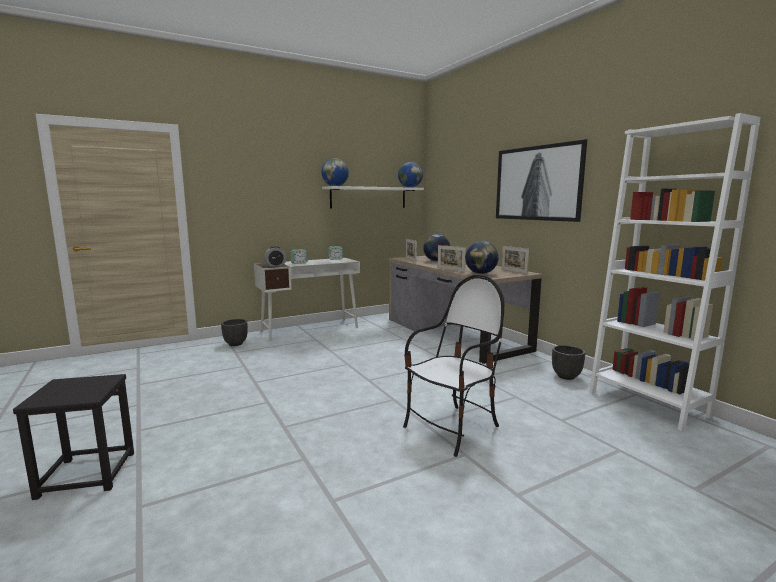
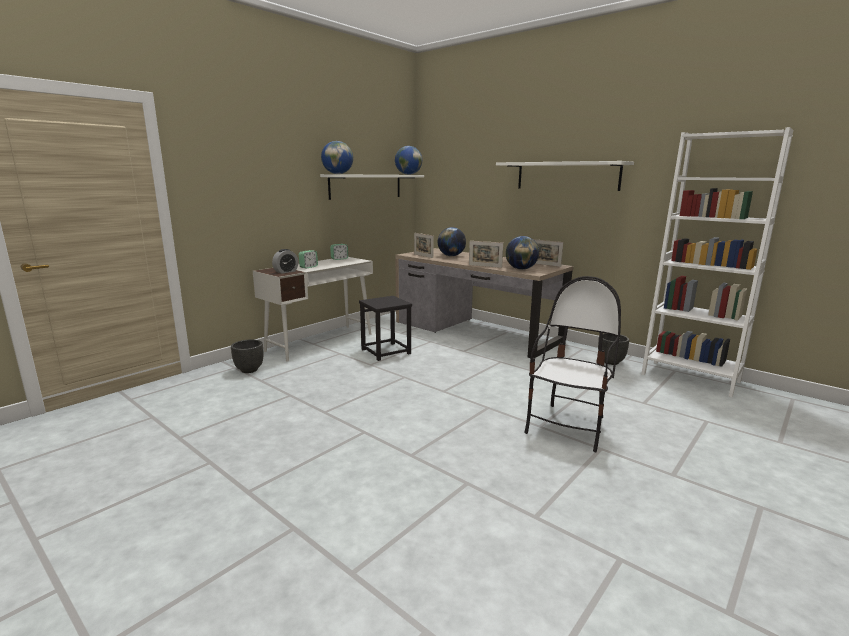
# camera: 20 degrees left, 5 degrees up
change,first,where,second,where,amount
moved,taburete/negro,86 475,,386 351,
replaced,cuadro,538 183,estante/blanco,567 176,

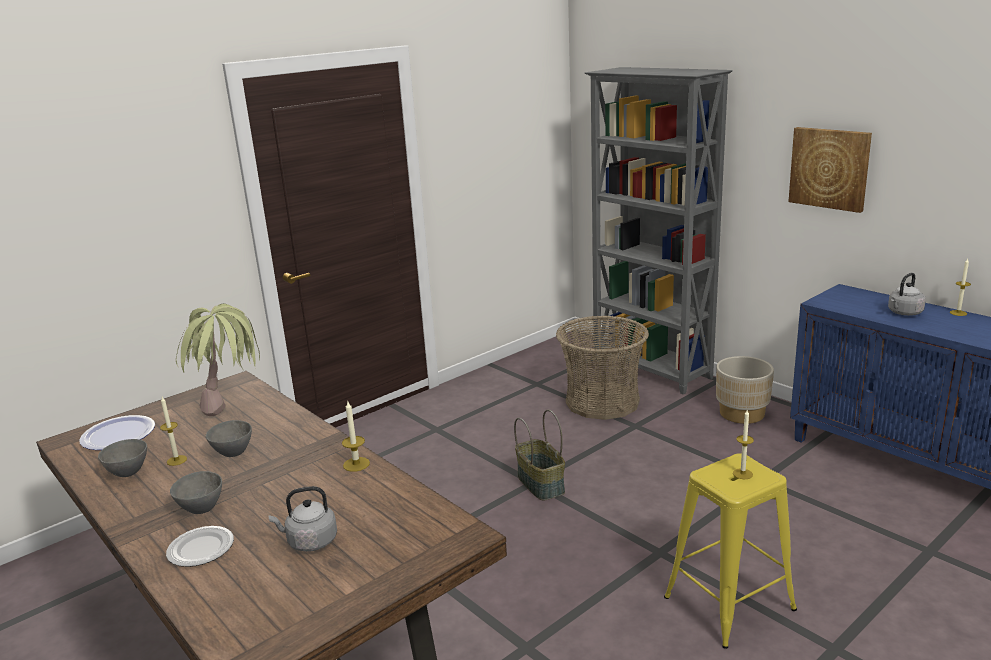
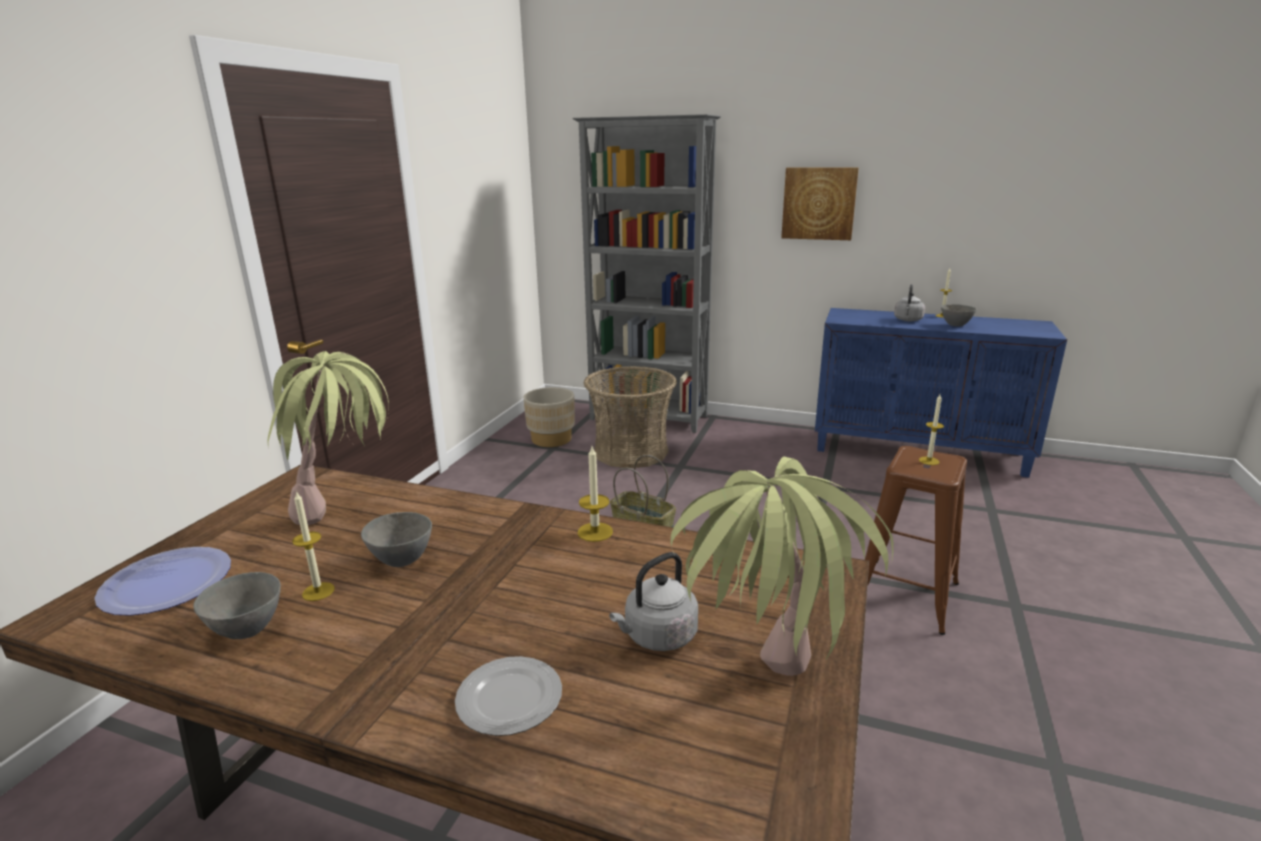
# camera: 30 degrees left, 0 degrees up
change,first,where,second,where,amount
added,,,planta en maceta,762 701,
moved,cuenco/gris,200 509,,955 325,
moved,maceta/beis,741 413,,551 439,
recoloured,taburete/amarillo,729 603,taburete/marrón,906 594,

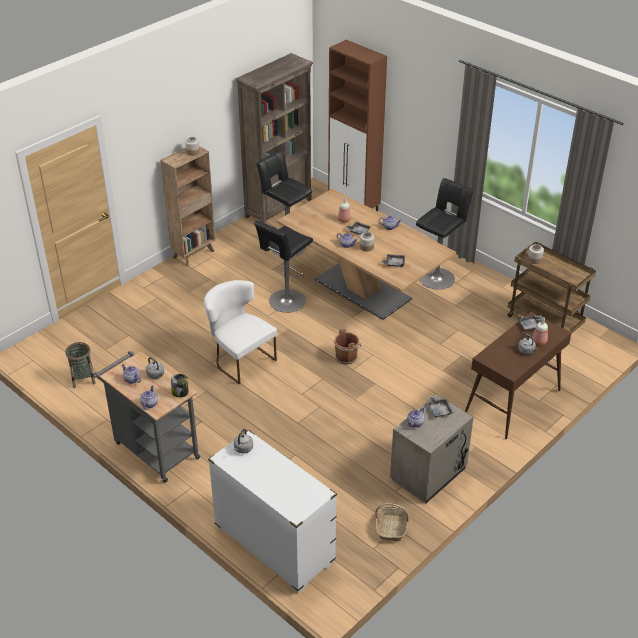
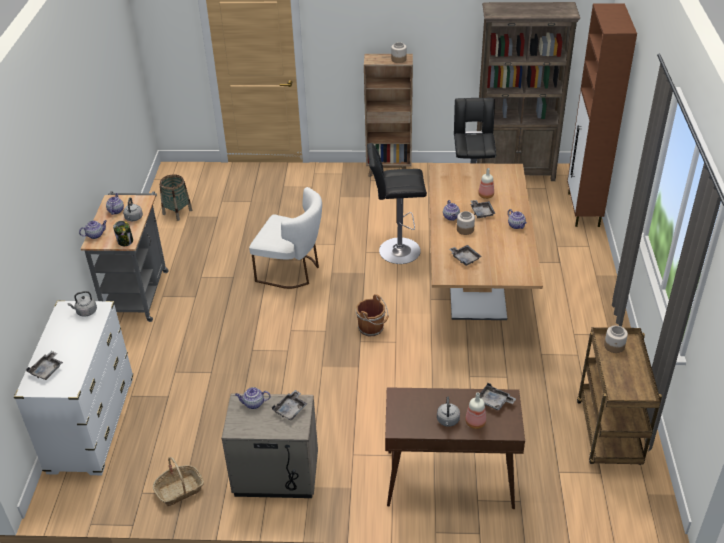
# camera: 50 degrees right, 0 degrees up
change,first,where,second,where,amount
removed,taburete/negro,438 277,,,
added,,,bandeja/gris,47 370,
turned,silla/blanco,240 359,,292 271,105 degrees clockwise

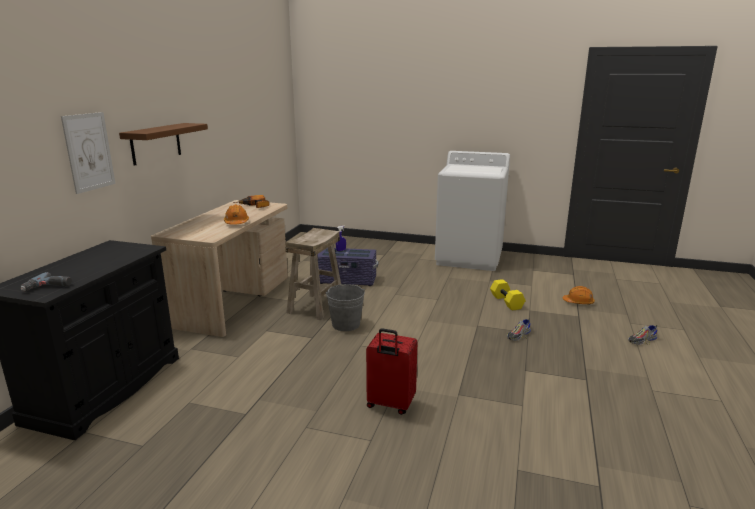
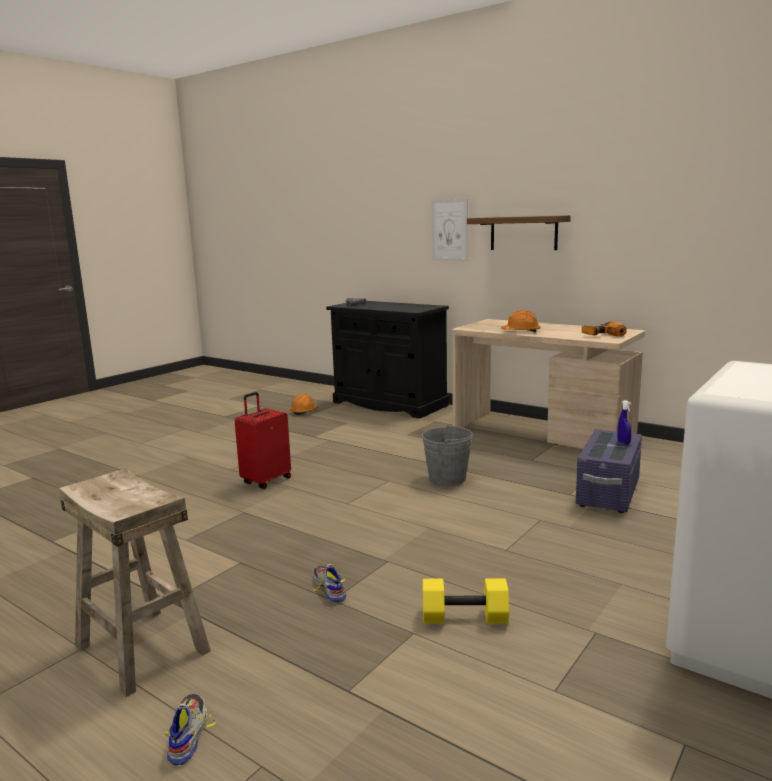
# camera: 110 degrees right, 5 degrees down
change,first,where,second,where,amount
moved,taburete/beis,316 306,,140 648,
moved,casco/naranja,578 302,,304 411,

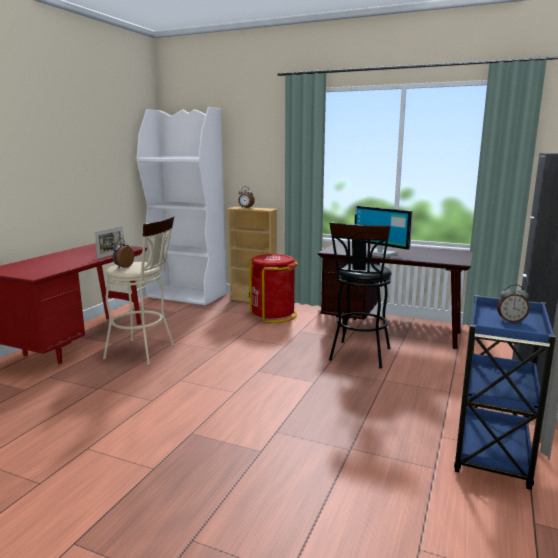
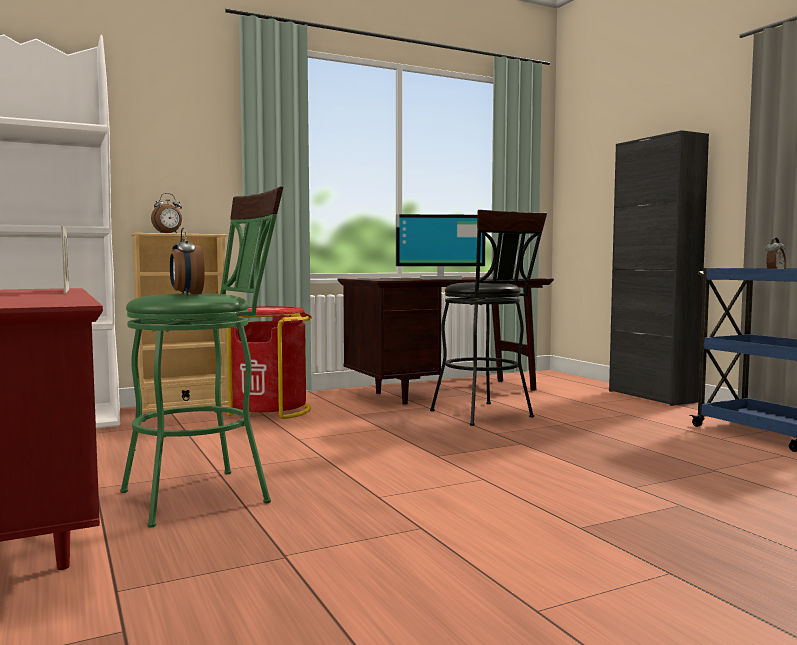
# camera: 50 degrees left, 10 degrees down
change,first,where,second,where,amount
recoloured,taburete/beis,145 352,taburete/verde,207 494,

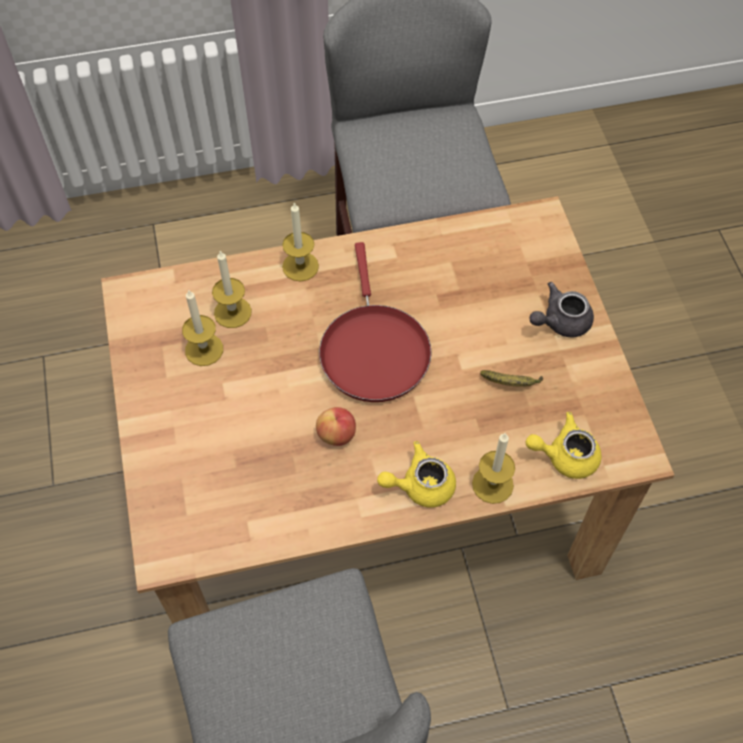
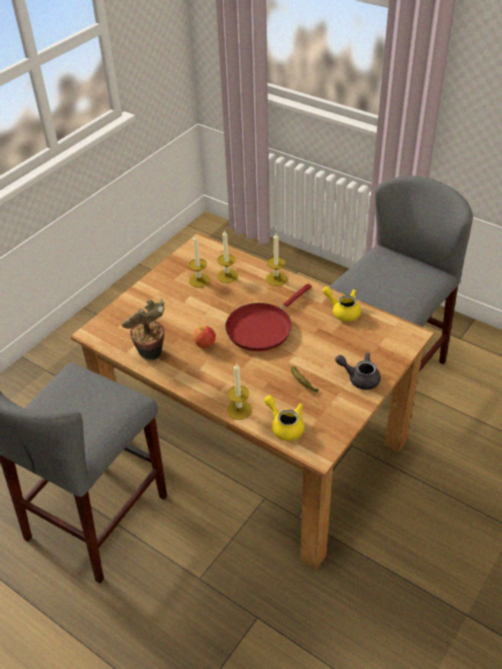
# camera: 50 degrees right, 15 degrees down
change,first,where,second,where,amount
added,,,planta en maceta,151 355,
moved,tetera/amarillo,420 485,,342 311,

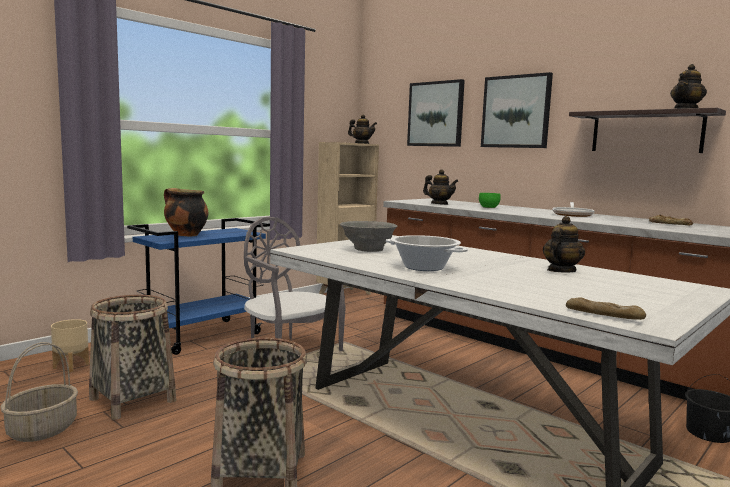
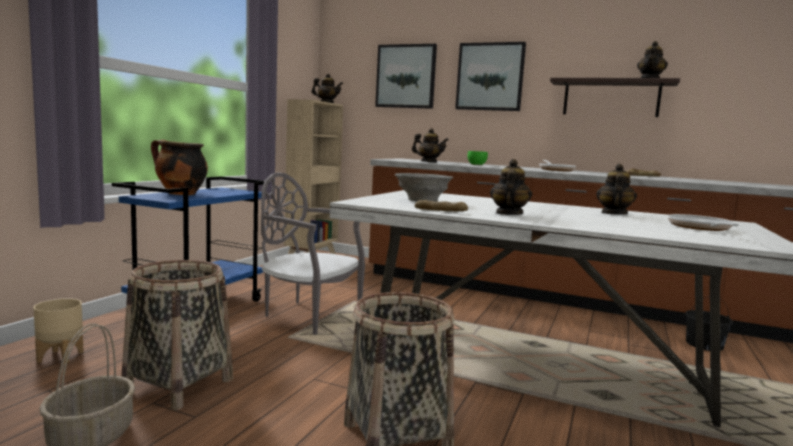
# camera: 20 degrees left, 0 degrees up
change,first,where,second,where,amount
added,,,sartén,700 228,
moved,pan,603 315,,440 211,
replaced,olla,424 267,tetera,508 214,

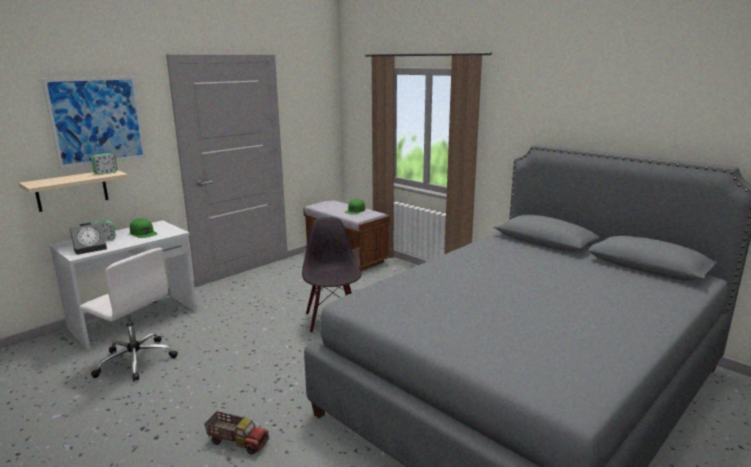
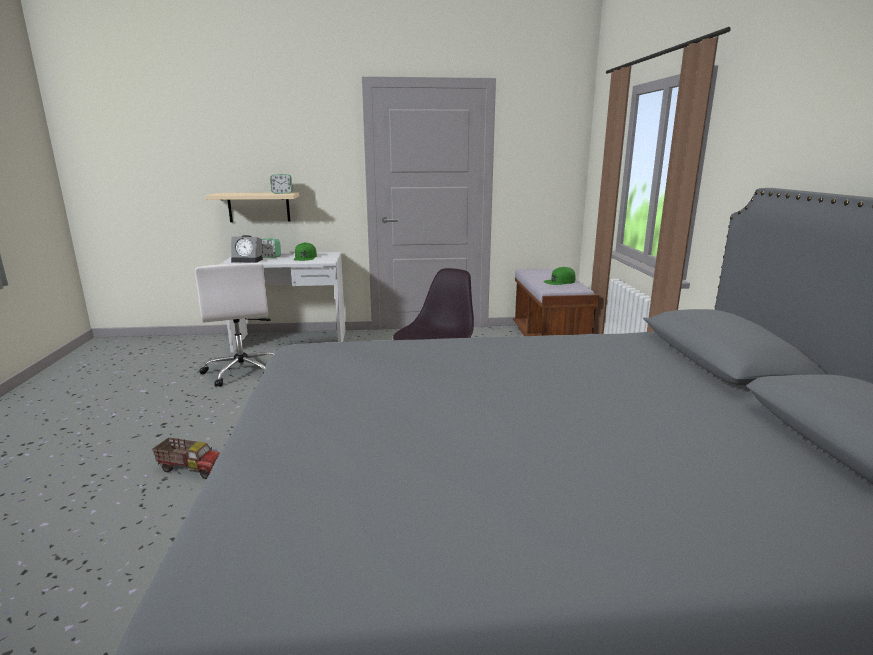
# camera: 40 degrees right, 0 degrees up
change,first,where,second,where,amount
removed,cuadro,97 120,,,
turned,camión de juguete,238 441,,192 468,45 degrees counterclockwise

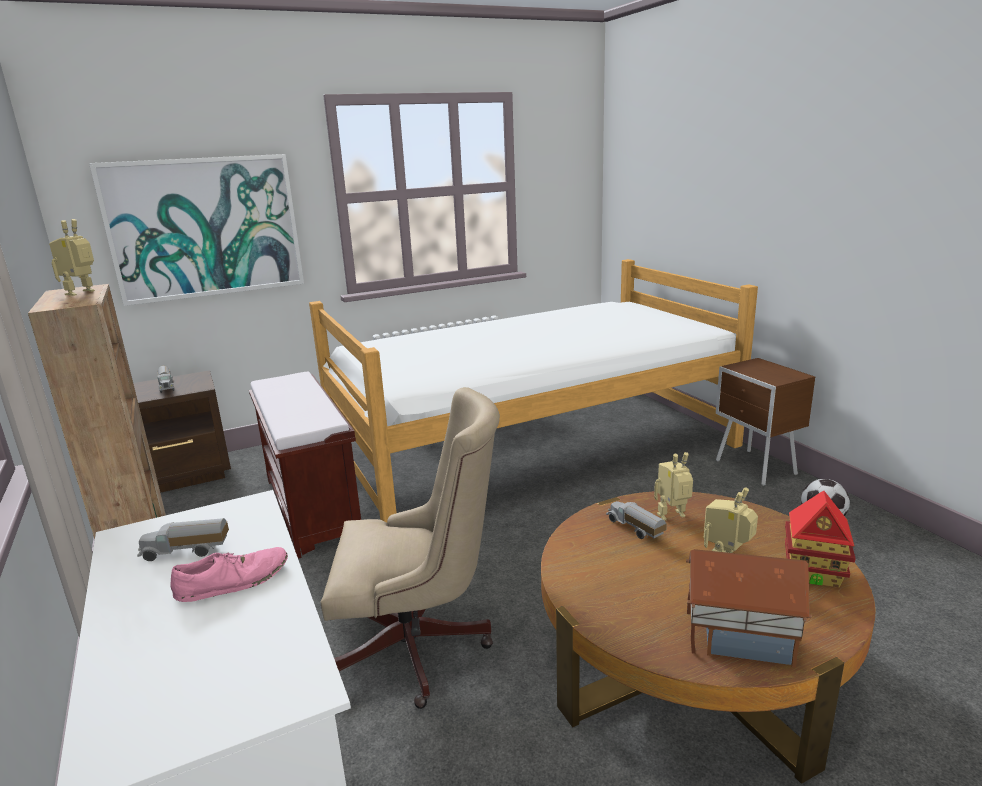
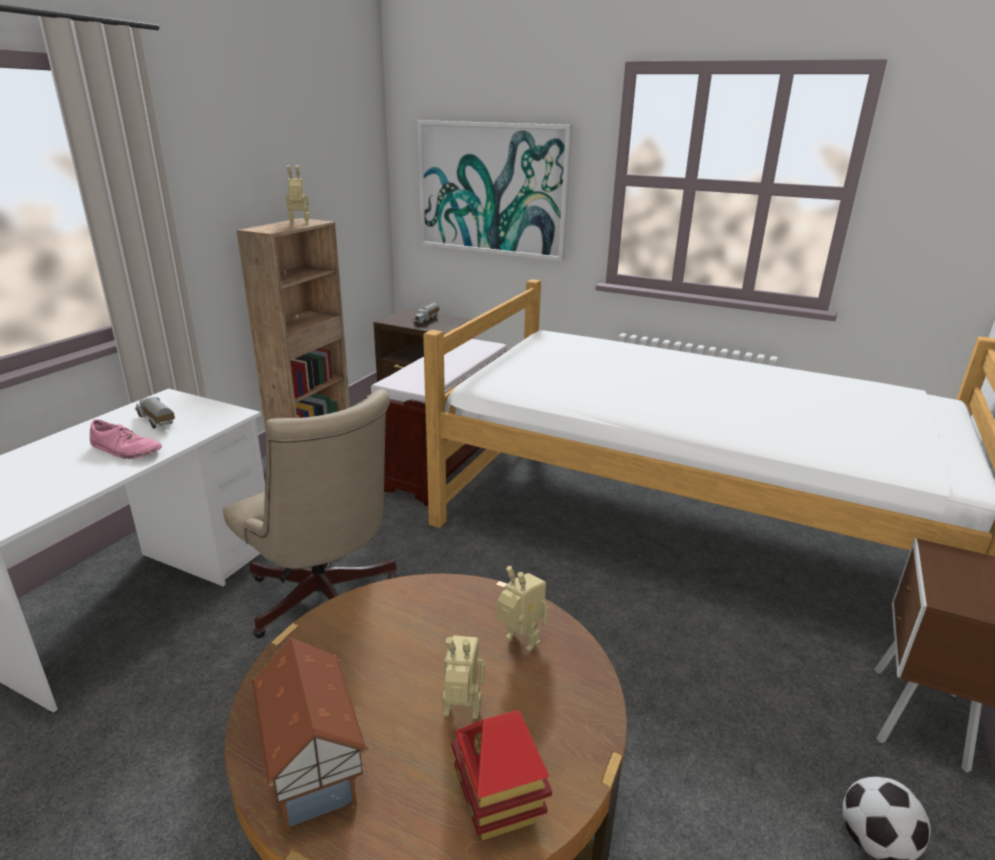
# camera: 50 degrees right, 5 degrees up
change,first,where,second,where,amount
removed,camión de juguete,634 529,,,

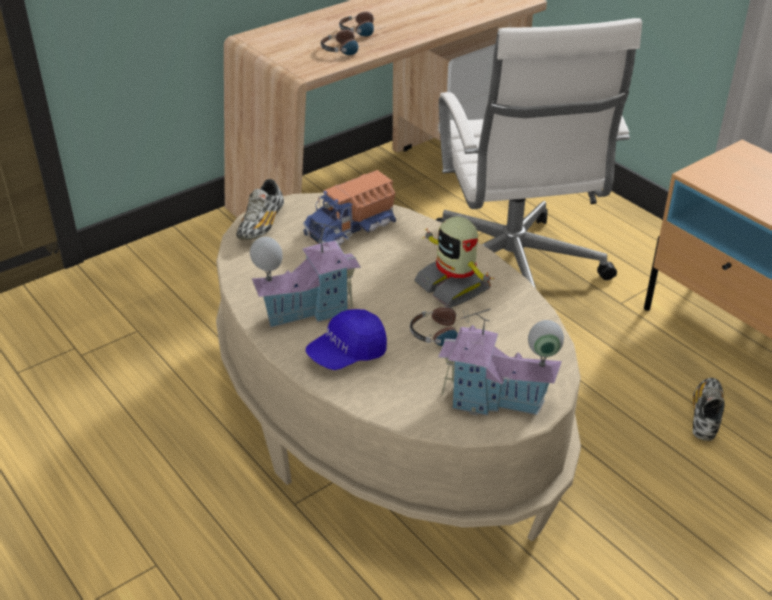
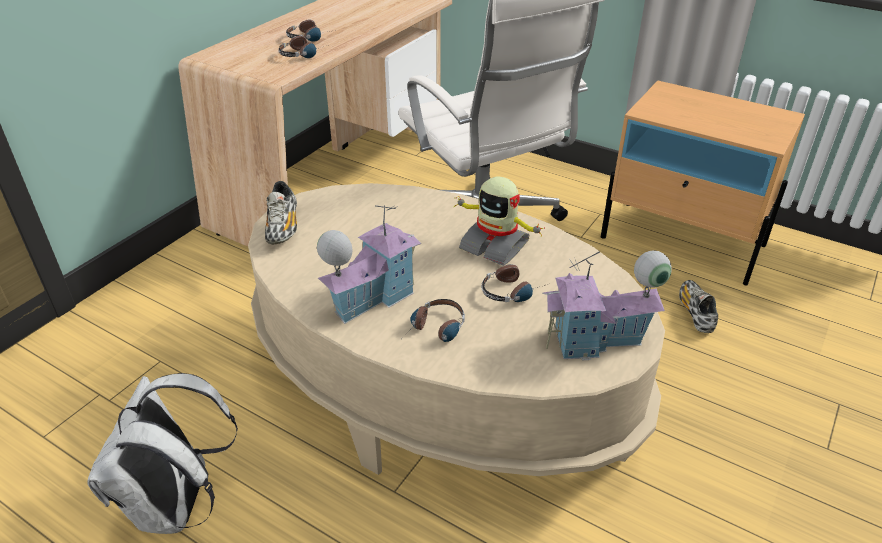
# camera: 20 degrees left, 0 degrees up
change,first,where,second,where,amount
removed,camión de juguete,351 228,,,
added,,,mochila/blanco,179 505,
replaced,gorra/azul,347 354,auriculares,435 331,

